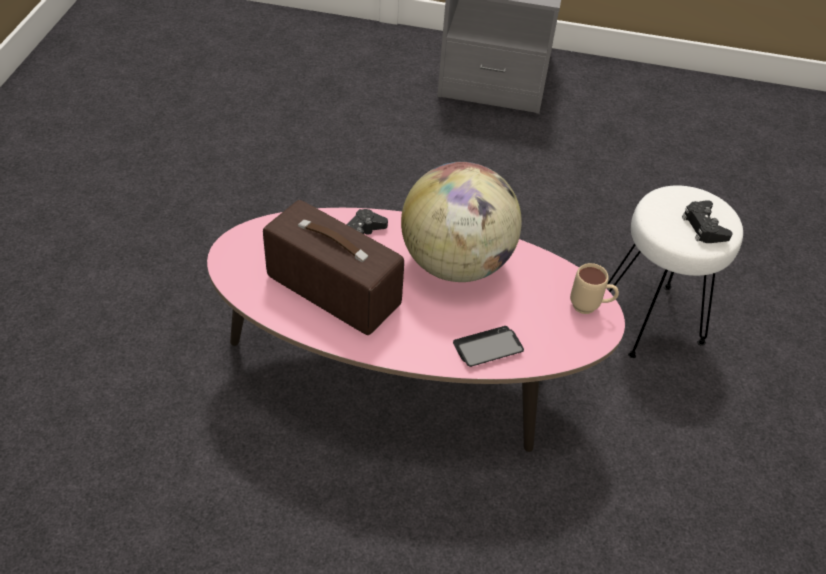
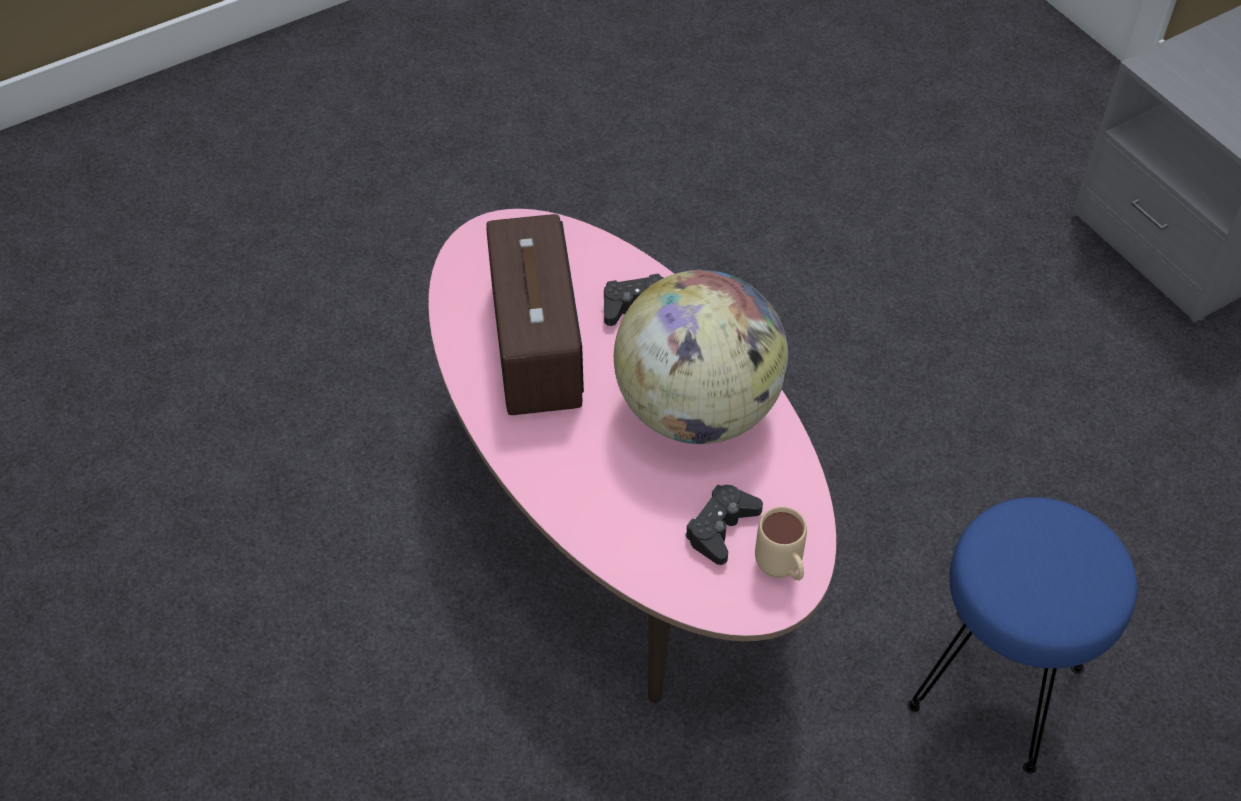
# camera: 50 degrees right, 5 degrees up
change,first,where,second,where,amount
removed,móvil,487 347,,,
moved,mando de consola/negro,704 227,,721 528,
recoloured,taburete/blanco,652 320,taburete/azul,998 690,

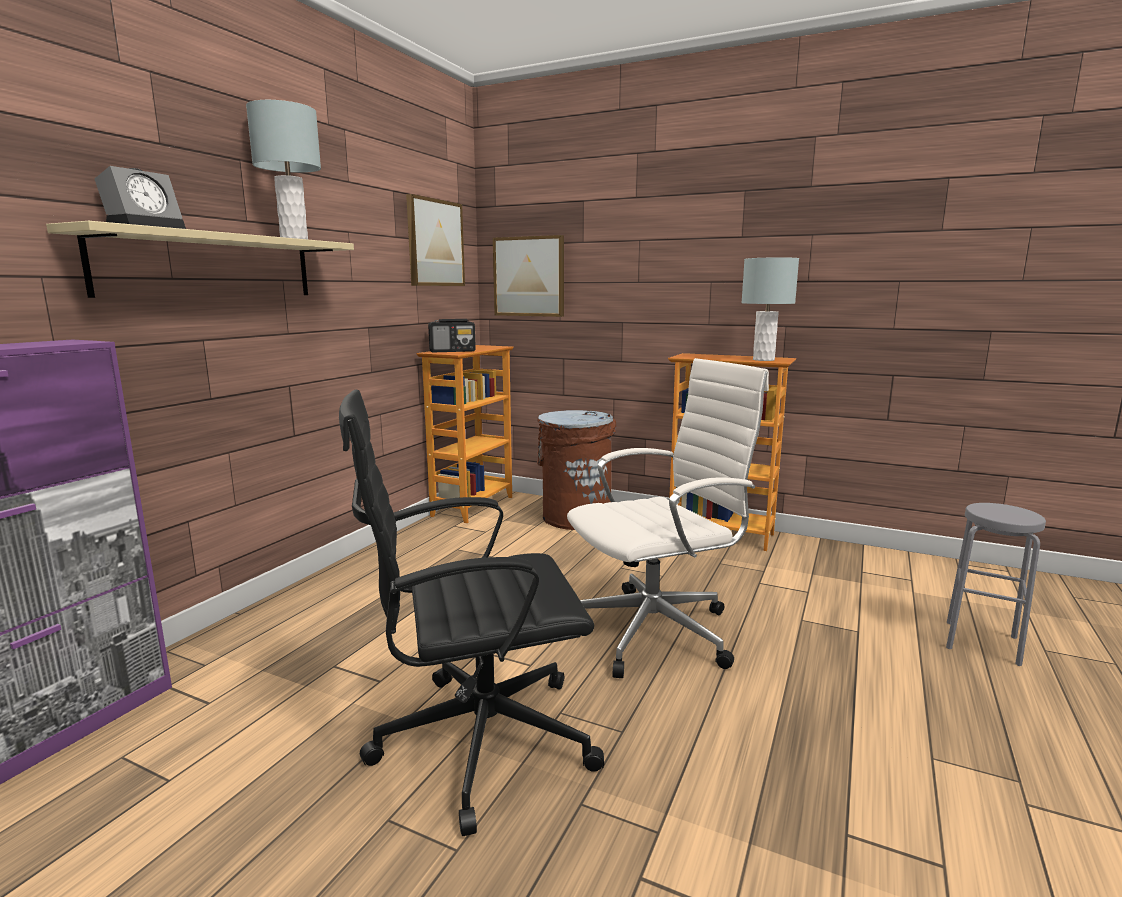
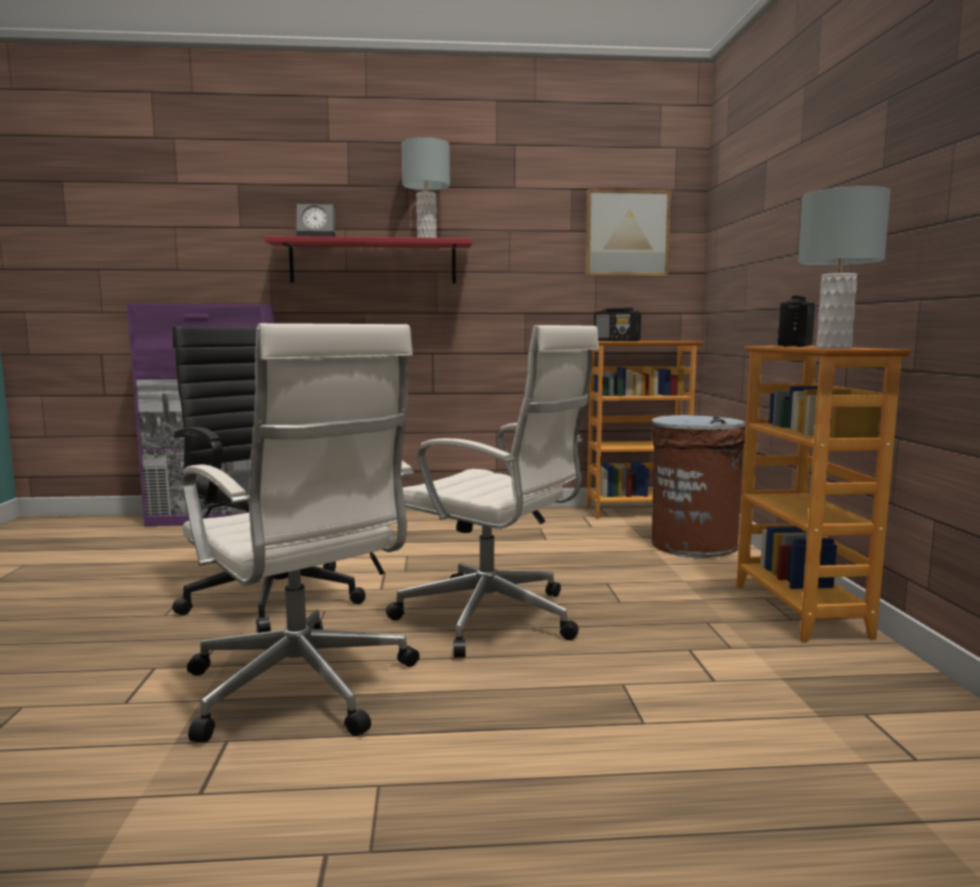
# camera: 60 degrees right, 5 degrees down
change,first,where,second,where,amount
removed,cuadro,529 276,,,
removed,taburete/gris,982 642,,,
added,,,silla de oficina/blanco,302 689,
added,,,radio,795 346,
recoloured,estante/beis,211 266,estante/rojo,373 262,

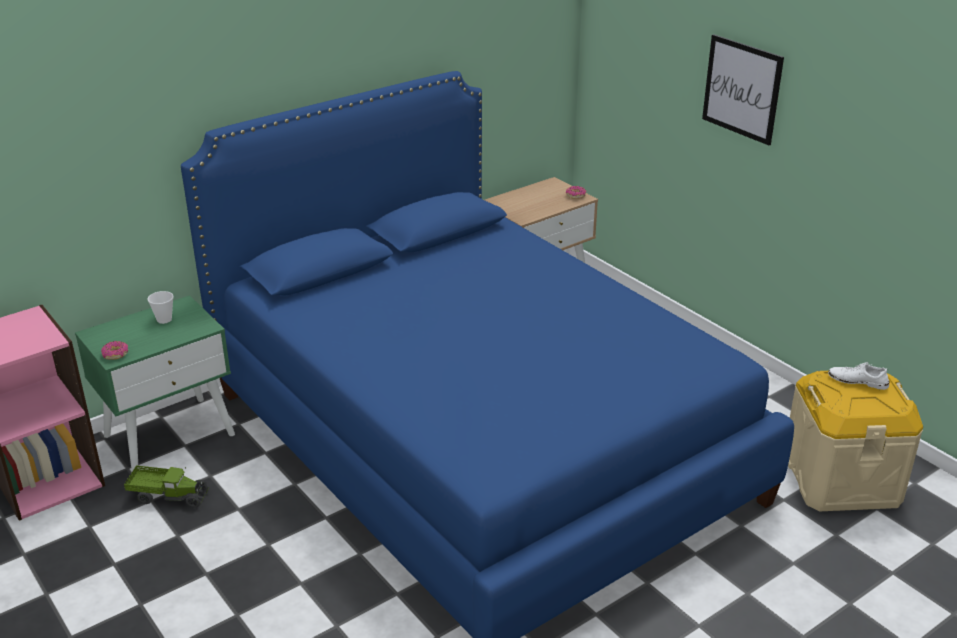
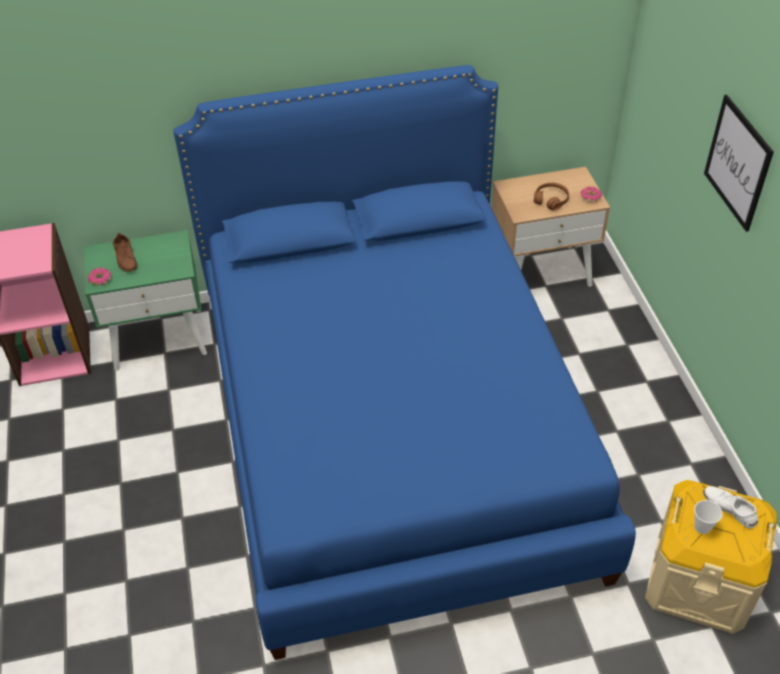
# camera: 25 degrees right, 15 degrees up
change,first,where,second,where,amount
removed,camión de juguete,168 496,,,
added,,,zapato/marrón,126 258,
added,,,auriculares/marrón,551 200,
moved,taza,164 319,,702 527,

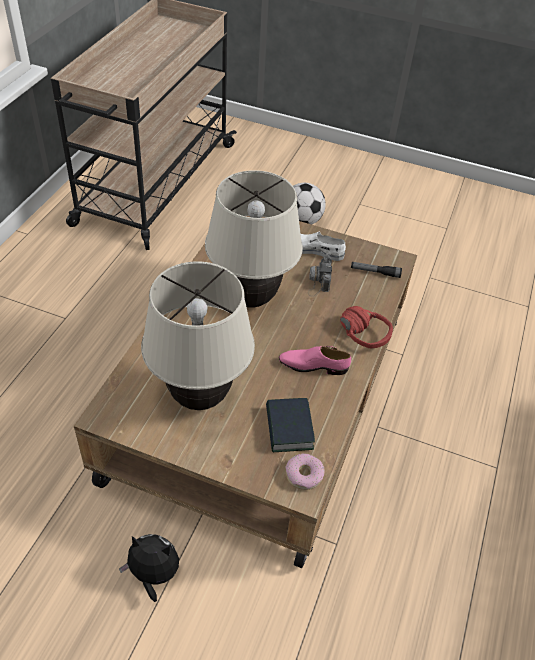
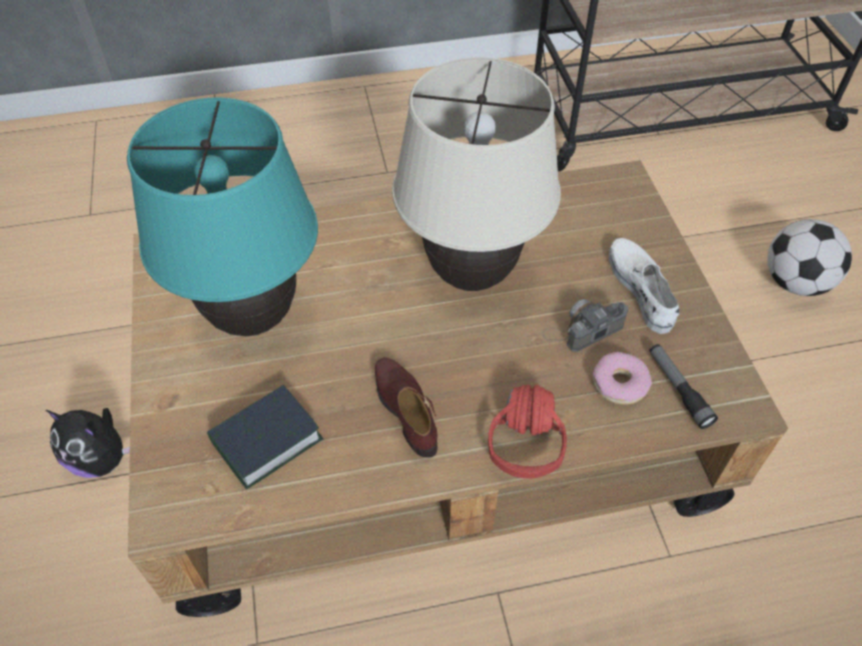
# camera: 60 degrees right, 5 degrees up
change,first,where,second,where,amount
moved,rosquilla,304 475,,620 383,
recoloured,lámpara de mesa/beis,199 397,lámpara de mesa/turquesa,254 317,
recoloured,zapato/rosa,313 365,zapato/marrón,406 409,
turned,peluche,153 575,,102 459,135 degrees clockwise

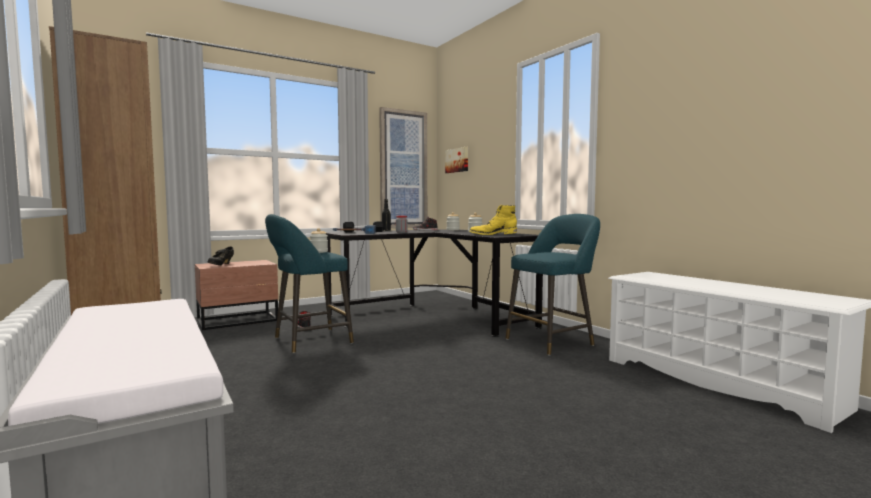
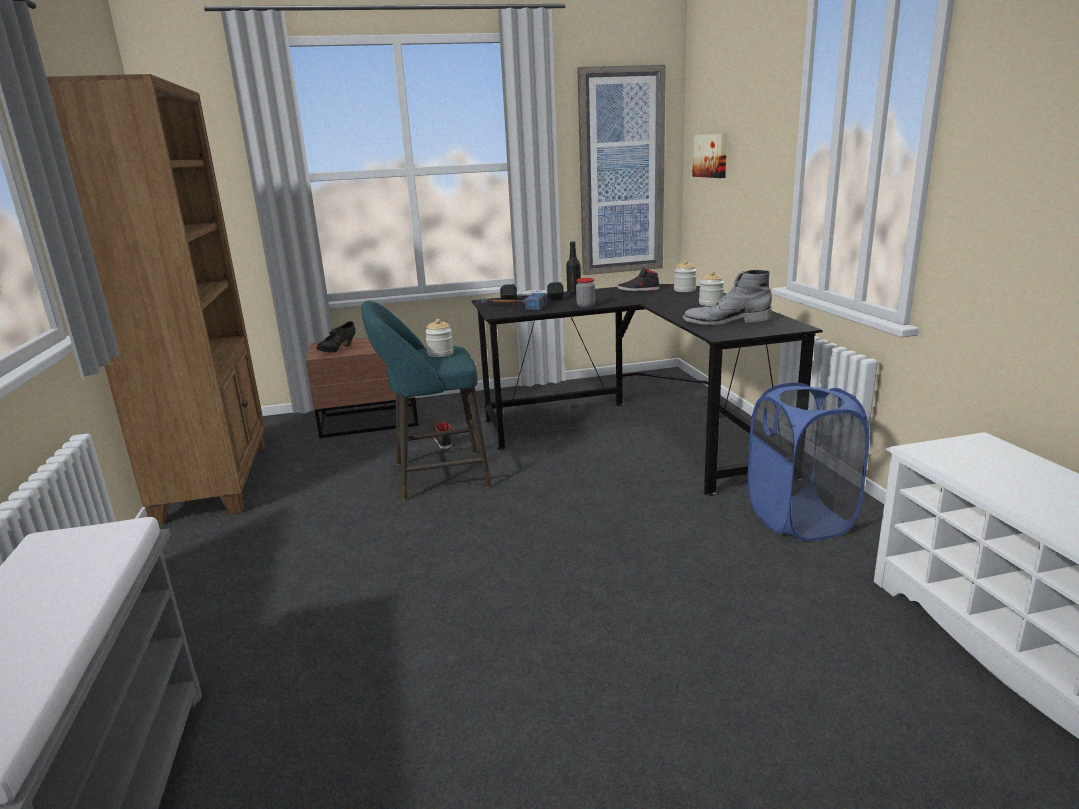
# camera: 20 degrees right, 15 degrees up
change,first,where,second,where,amount
replaced,taburete/turquesa,552 341,cesto de la ropa/azul,799 519,
recoloured,bota/amarillo,492 234,bota/gris,726 321,

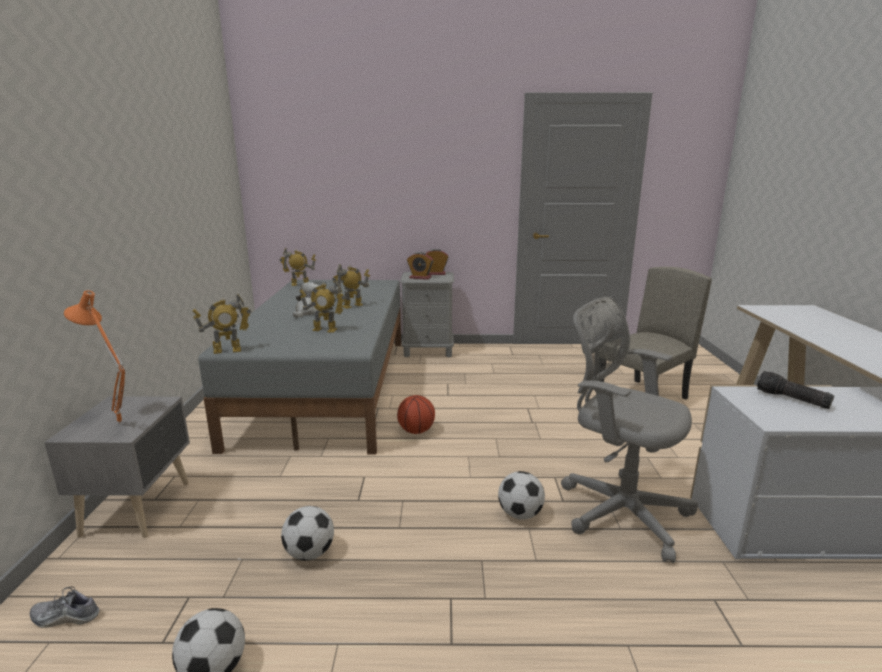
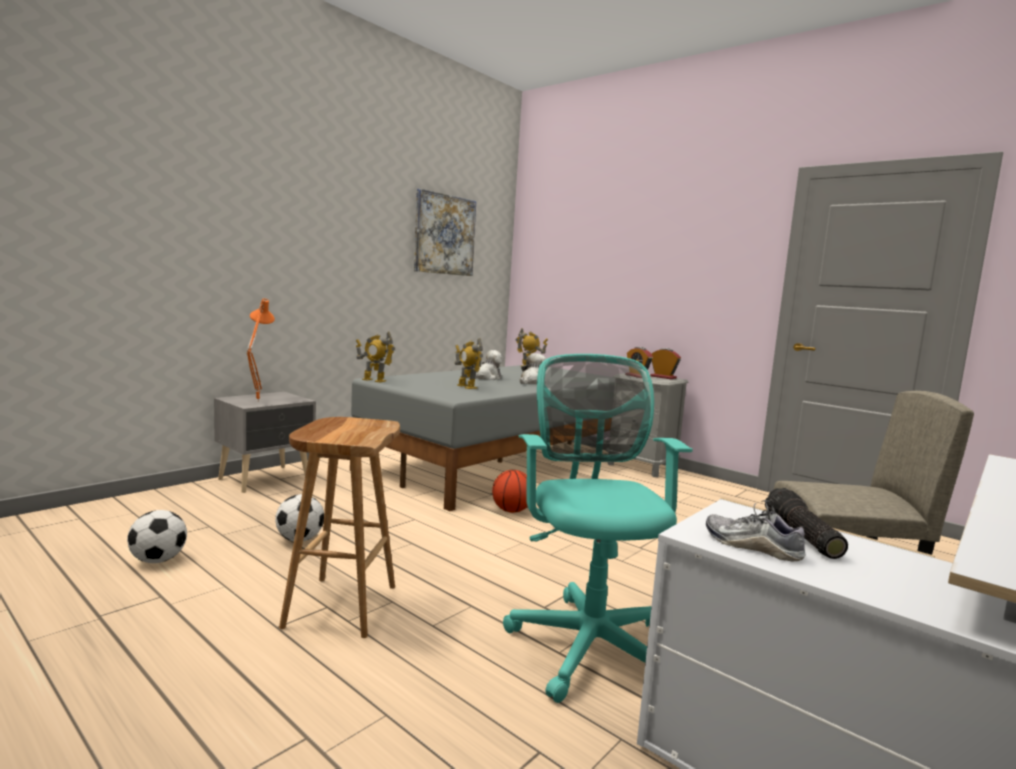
# camera: 40 degrees right, 10 degrees down
change,first,where,second,where,amount
removed,balón de fútbol,520 514,,,
added,,,taburete/marrón,340 605,
added,,,cuadro,444 234,
moved,zapato,65 617,,752 546,
replaced,robot de juguete,352 306,peluche,531 382,
recoloured,silla de oficina/gris,618 510,silla de oficina/turquesa,588 641,

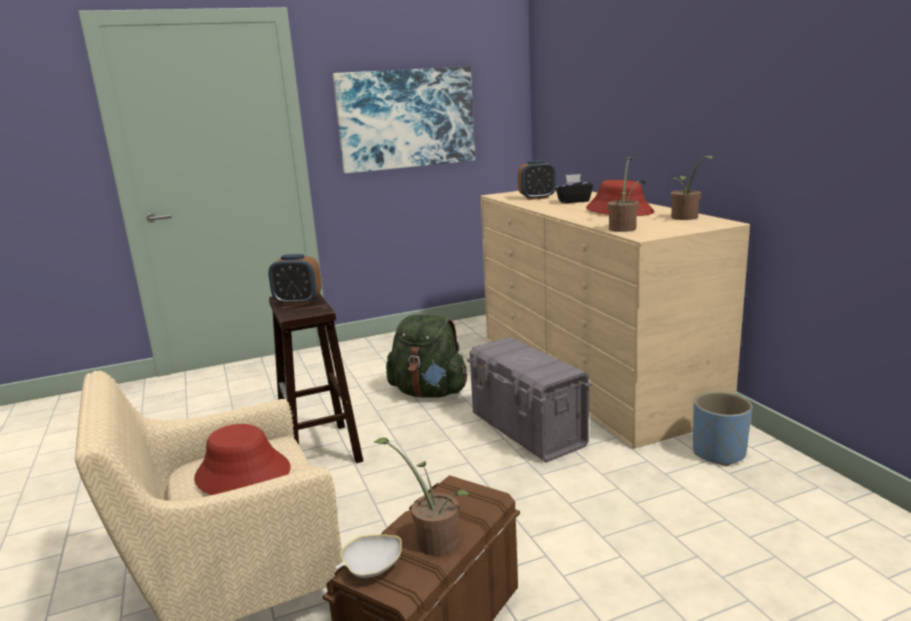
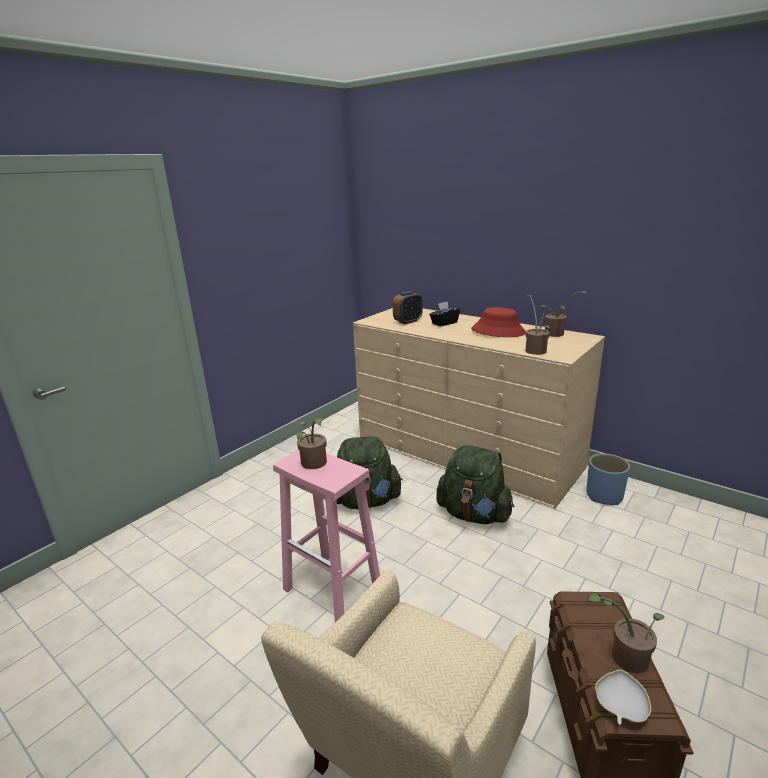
# camera: 30 degrees left, 5 degrees up
change,first,where,second,where,amount
removed,sombrero/rojo,242 474,,,
removed,cuadro,406 119,,,
replaced,despertador,298 302,planta en maceta,314 464,
replaced,caja de almacenaje/gris,527 430,mochila/verde,474 514,
recoloured,taburete/marrón,321 450,taburete/rosa,333 589,

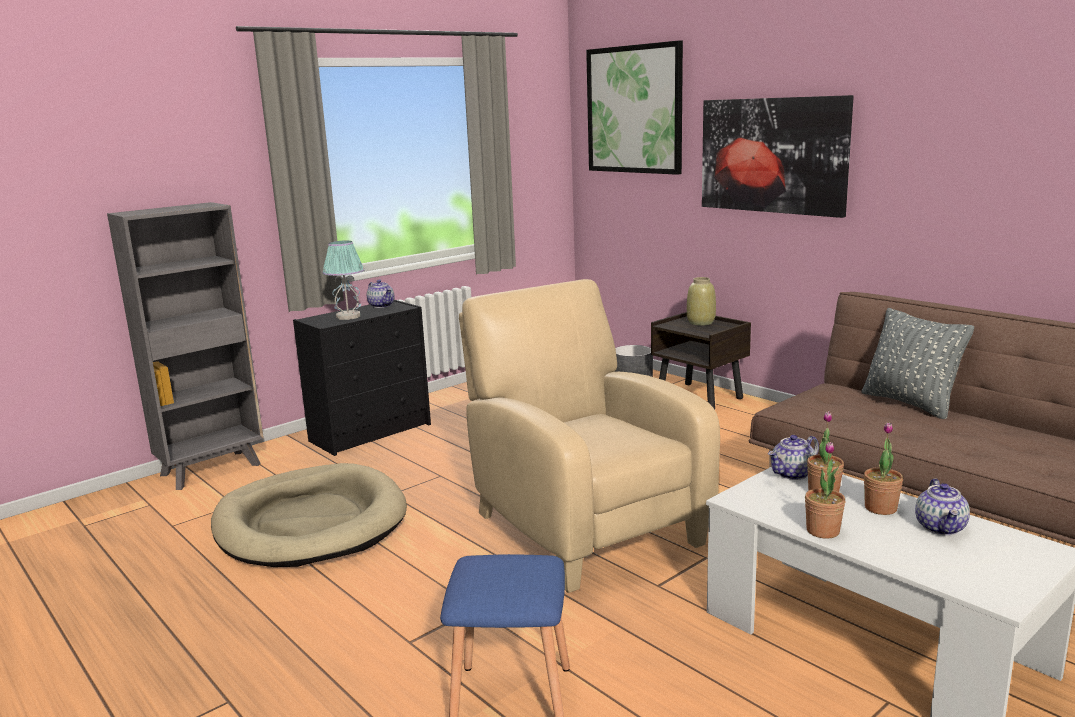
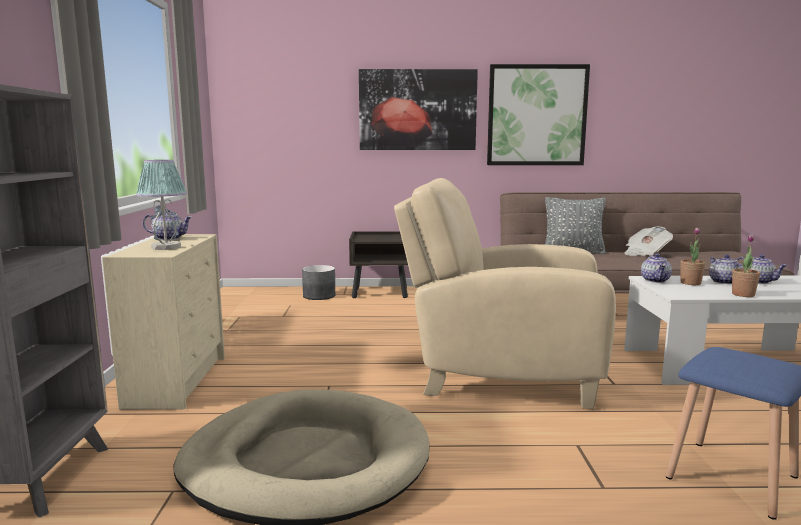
# camera: 50 degrees left, 5 degrees down
change,first,where,second,where,amount
removed,florero/beis,700 322,,,
added,,,periódico,645 253,
moved,cuadro,634 109,,536 115,
replaced,planta en maceta,880 508,tetera,723 282,
recoloured,cómoda/negro,372 432,cómoda/beis,177 380,

